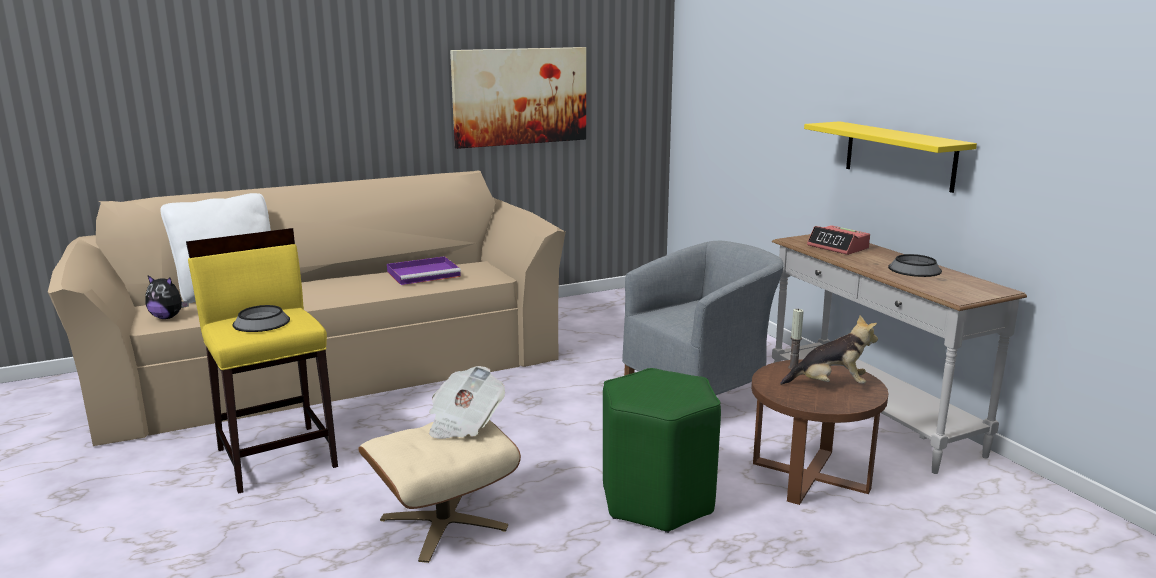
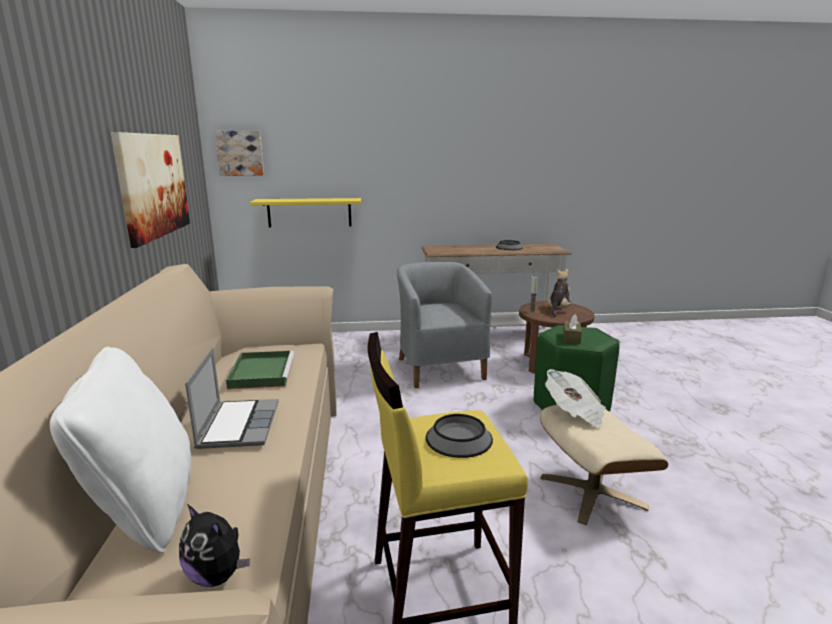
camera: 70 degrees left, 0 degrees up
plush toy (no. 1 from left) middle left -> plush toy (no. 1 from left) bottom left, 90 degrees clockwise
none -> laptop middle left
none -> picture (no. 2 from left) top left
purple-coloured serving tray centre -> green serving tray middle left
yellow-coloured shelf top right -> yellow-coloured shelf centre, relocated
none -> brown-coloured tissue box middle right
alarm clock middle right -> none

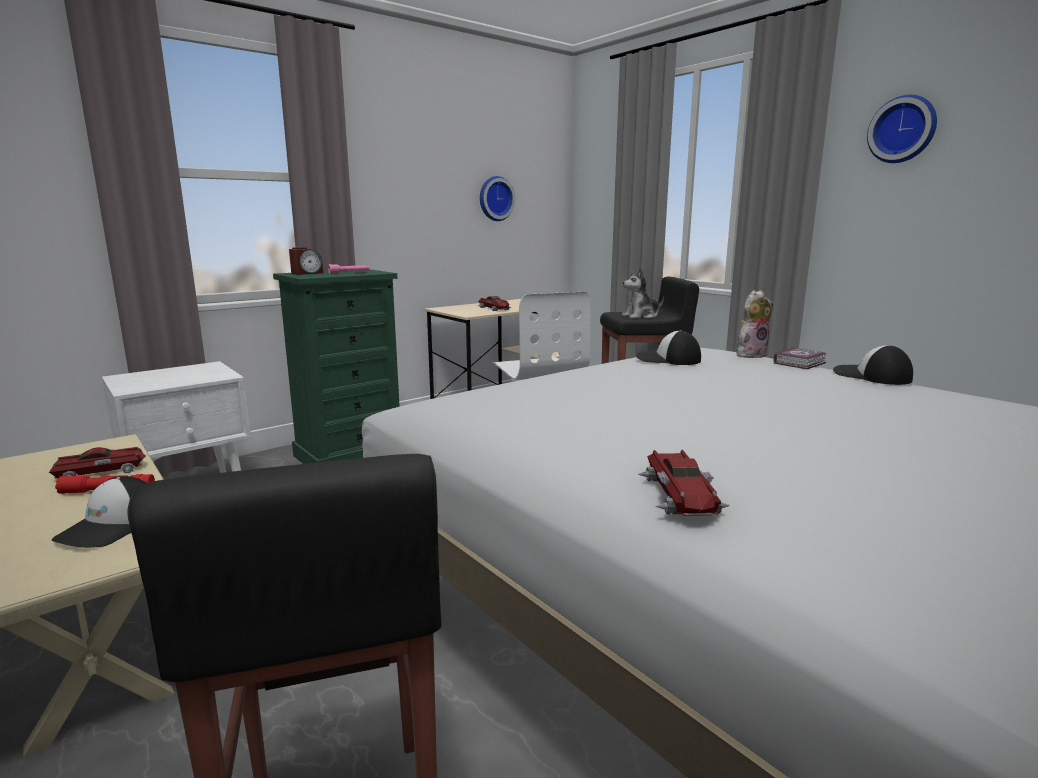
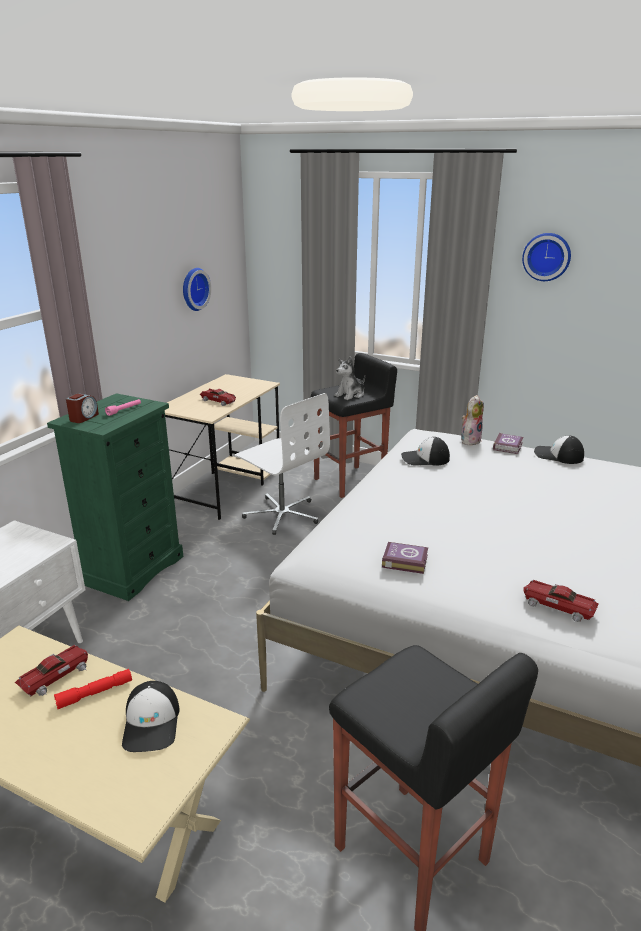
camera: 25 degrees left, 10 degrees up
none -> volume (no. 1 from left) centre
miniature car (no. 3 from left) centre -> miniature car (no. 3 from left) middle right, 150 degrees clockwise

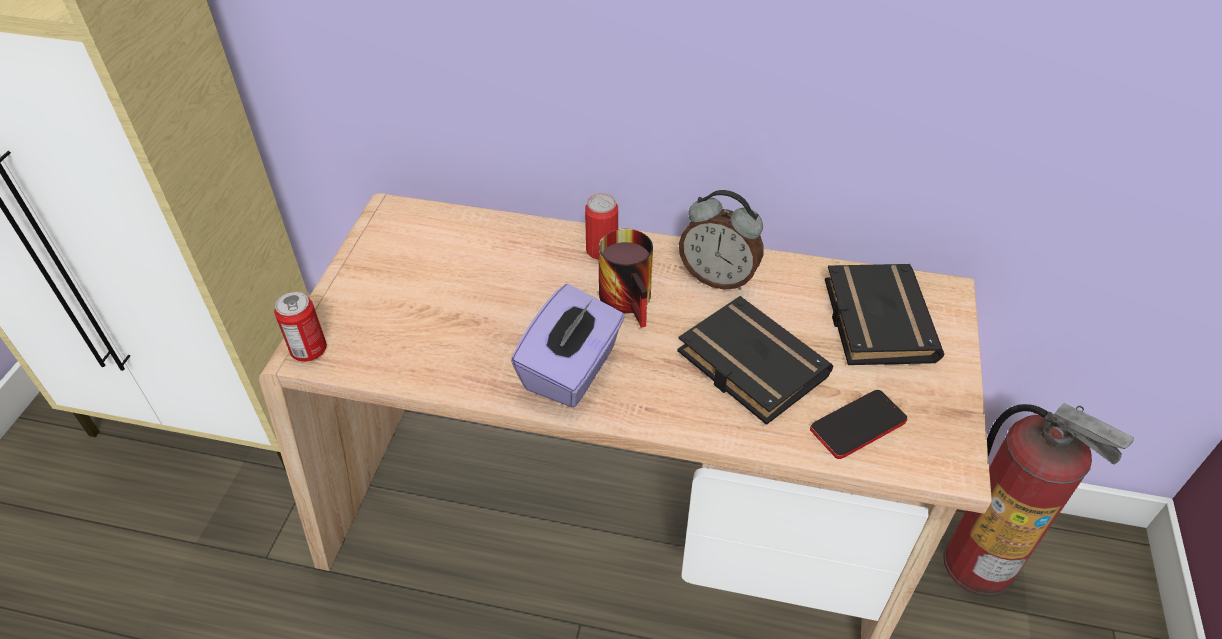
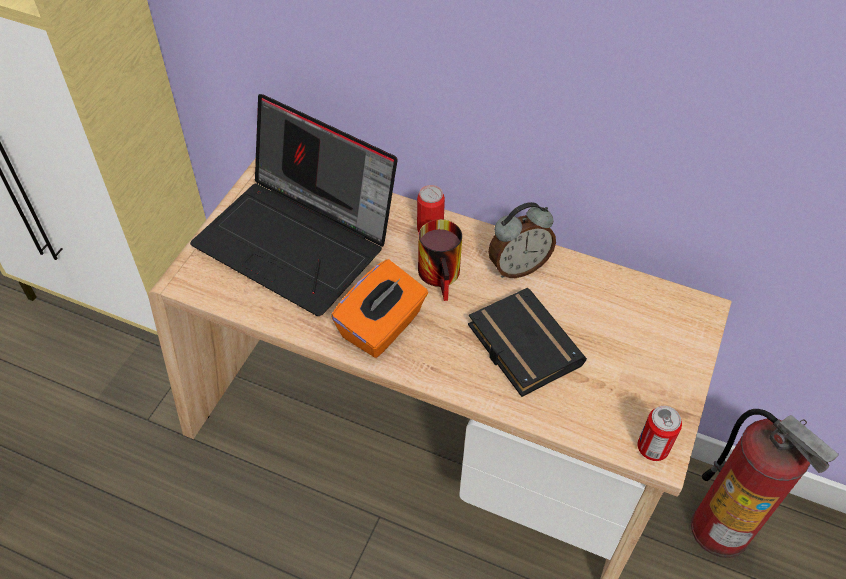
camera: 10 degrees right, 5 degrees up
none -> laptop centre
purple-coloured tissue box centre -> orange-coloured tissue box centre
alarm clock centre, 60 degrees counterclockwise
can (no. 1 from left in the first image) middle left -> can (no. 2 from left) bottom right, relocated
phone middle right -> none
blackish volume (no. 2 from left) middle right -> none

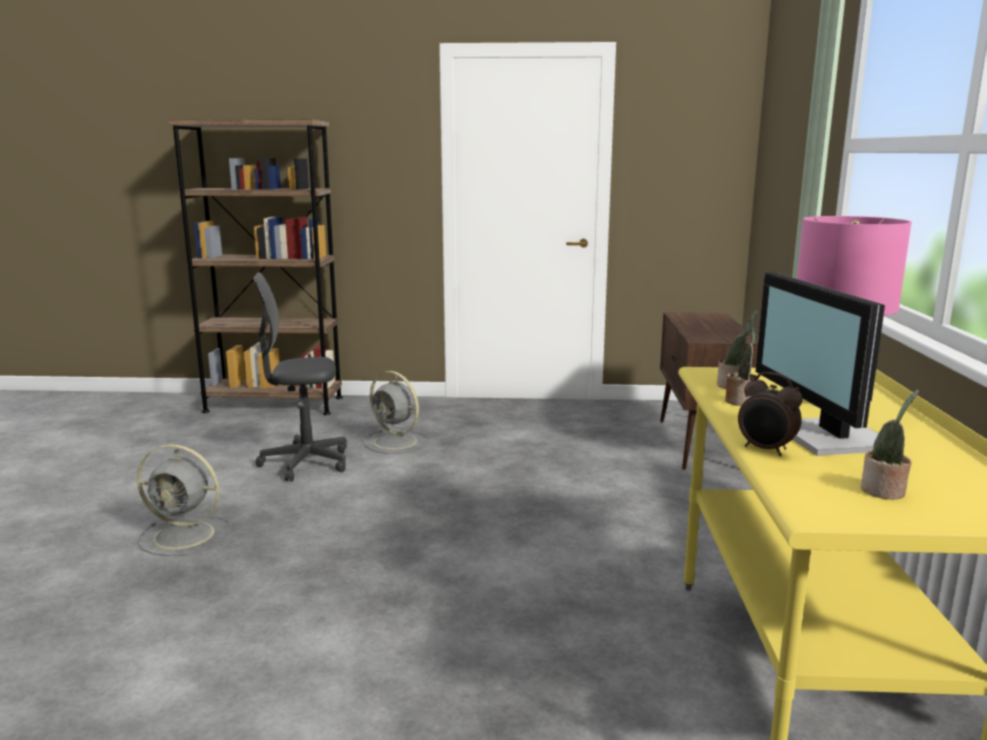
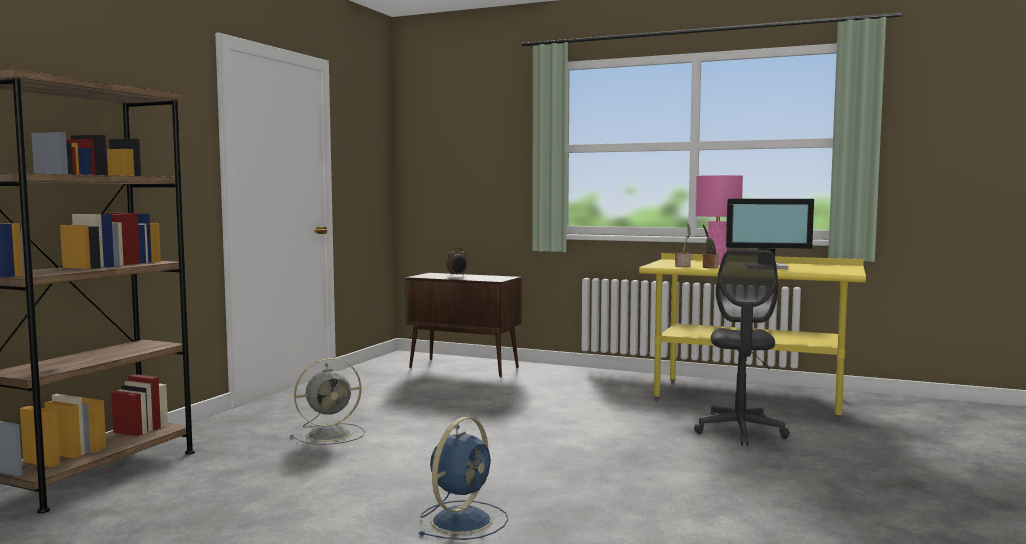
camera: 70 degrees left, 10 degrees down
greyish fan (no. 1 from left) bottom left -> blue-coloured fan bottom centre
alarm clock middle right -> alarm clock centre, relocated
greyish office chair middle left -> greyish office chair middle right, relocated
potted plant (no. 3 from left) middle right -> none

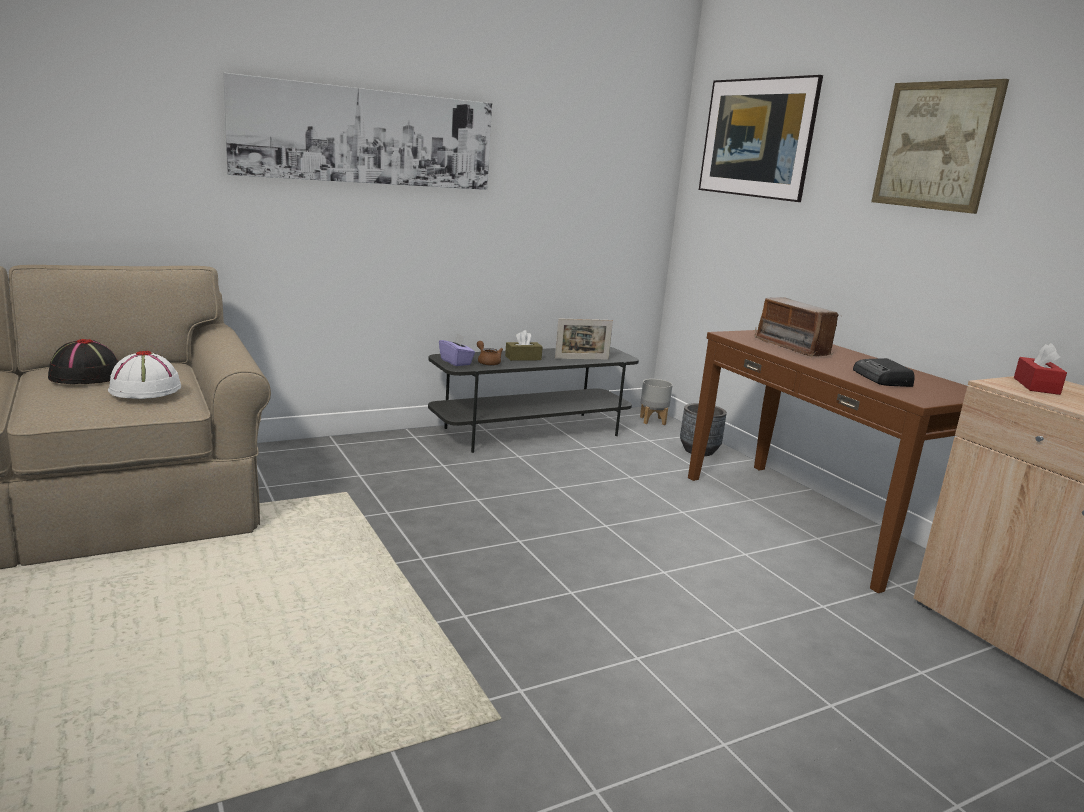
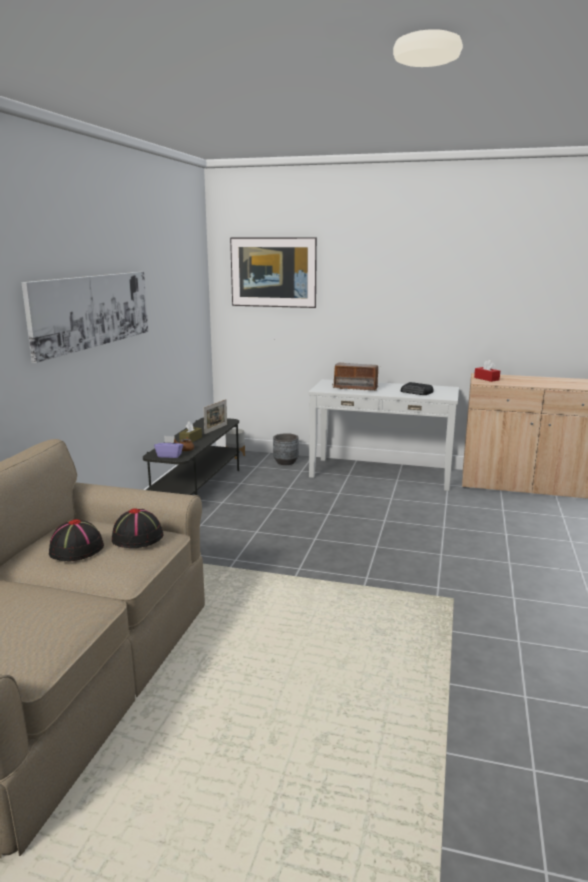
camera: 45 degrees left, 0 degrees up
white-coloured clothing hat middle left -> blackish clothing hat (no. 2 from left) middle left
brown-coloured console table middle right -> white-coloured console table centre
picture (no. 3 from left) top right -> none

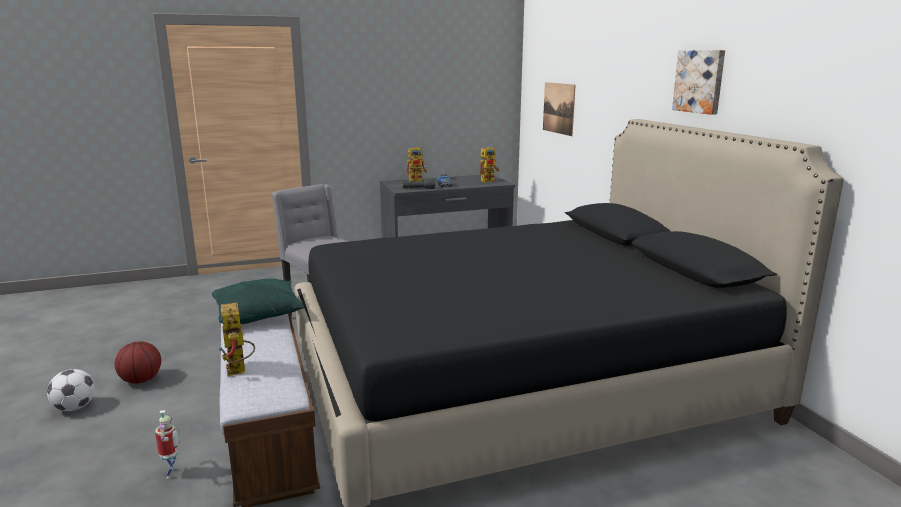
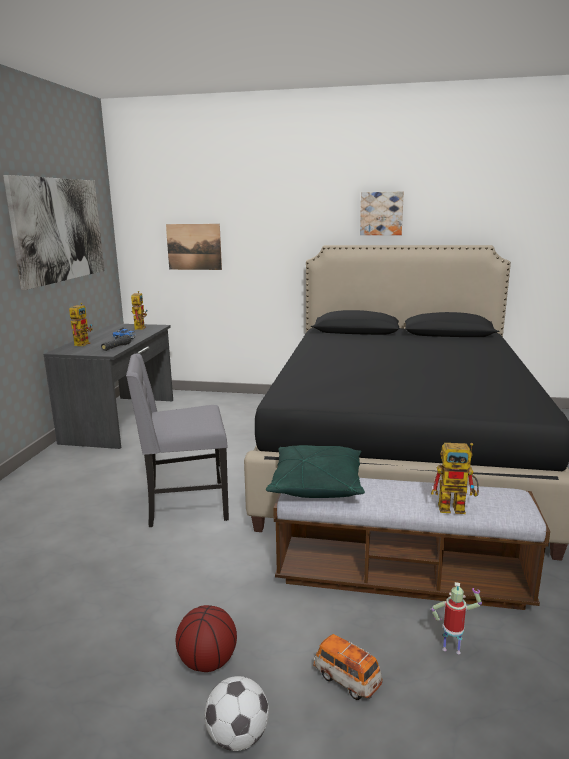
camera: 60 degrees left, 0 degrees up
none -> picture (no. 1 from left) top left
none -> miniature car bottom centre

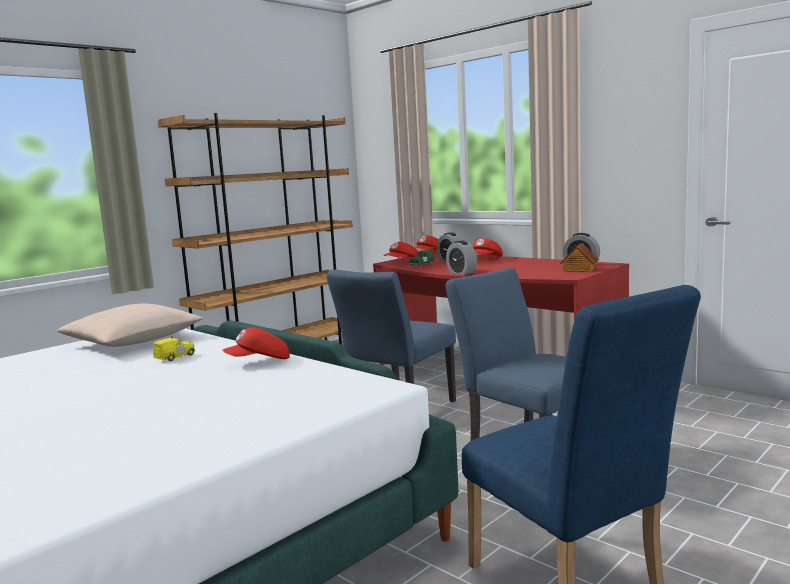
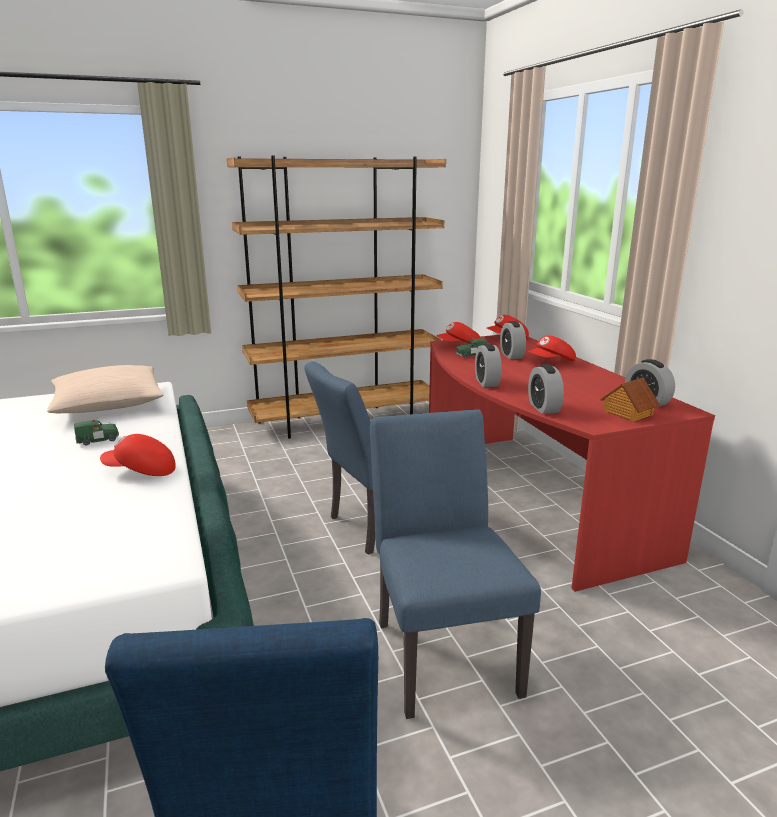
camera: 25 degrees right, 10 degrees up
yellow-coloured miniature car middle left -> green miniature car (no. 1 from left) middle left
none -> alarm clock (no. 3 from left) middle right

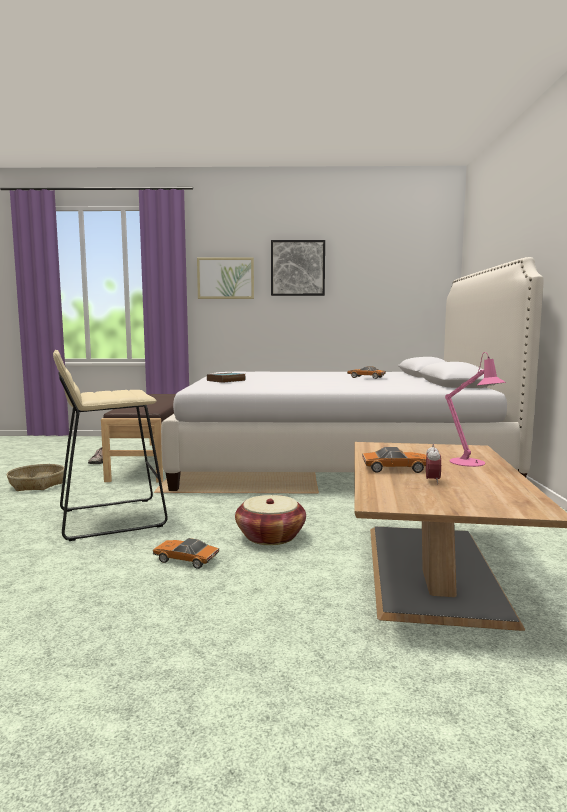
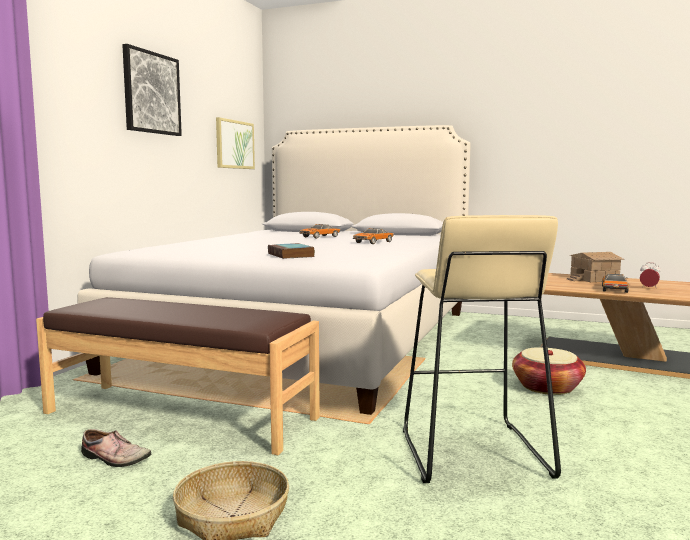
camera: 70 degrees left, 0 degrees up
picture (no. 1 from left in the first image) centre -> picture (no. 2 from left) top centre, relocated
miniature car (no. 1 from left in the first image) bottom left -> miniature car (no. 2 from left) centre, relocated
pinkish lamp for a table middle right -> model house middle right

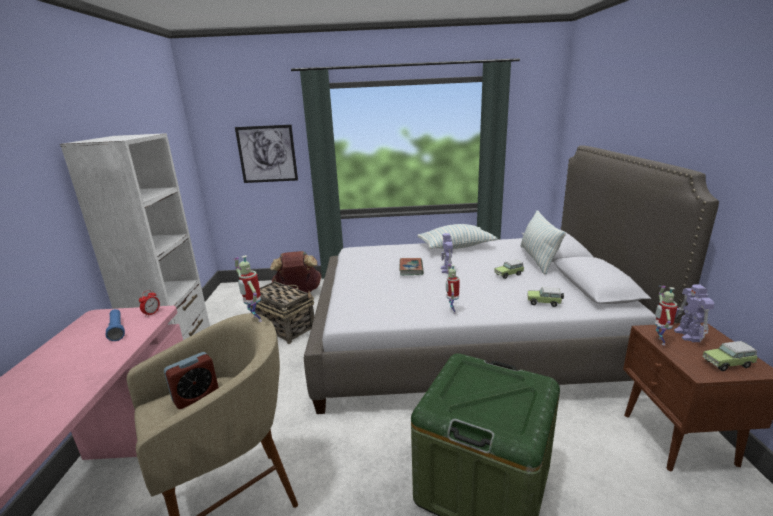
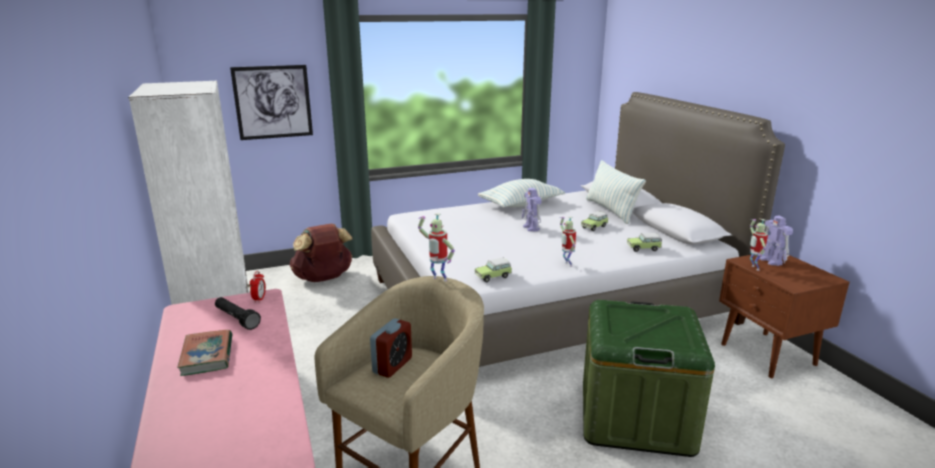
camera: 20 degrees left, 0 degrees up
volume centre -> volume bottom left, relocated
blue-coloured flashlight middle left -> blackish flashlight bottom left
miniature car (no. 3 from left in the first image) bottom right -> miniature car (no. 1 from left) centre, relocated
storage basket centre -> none

